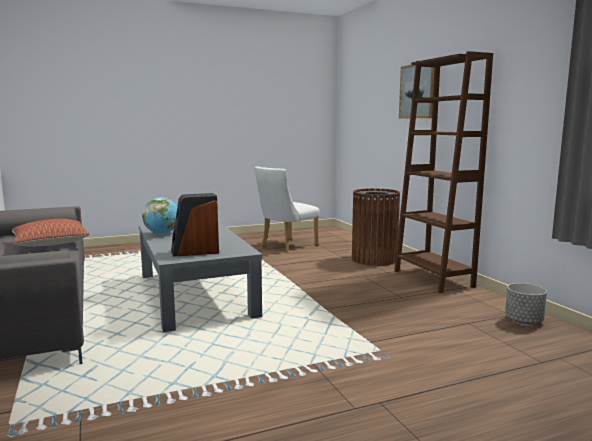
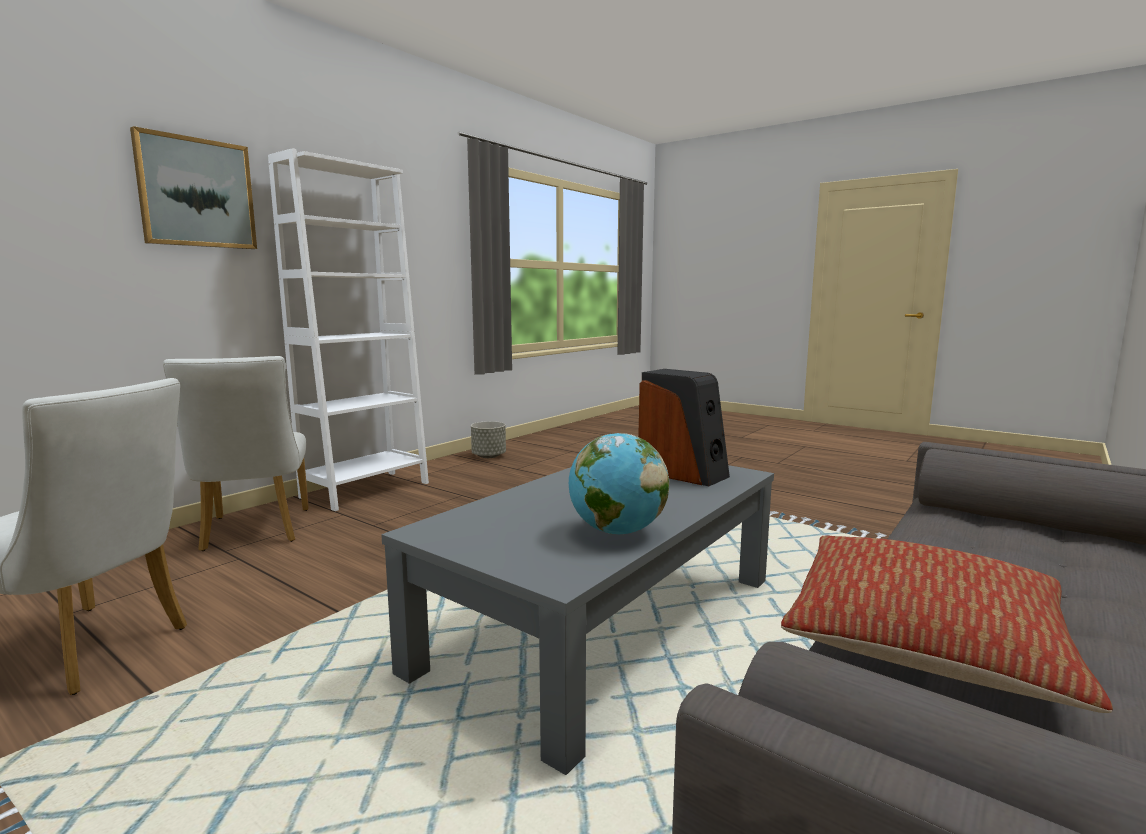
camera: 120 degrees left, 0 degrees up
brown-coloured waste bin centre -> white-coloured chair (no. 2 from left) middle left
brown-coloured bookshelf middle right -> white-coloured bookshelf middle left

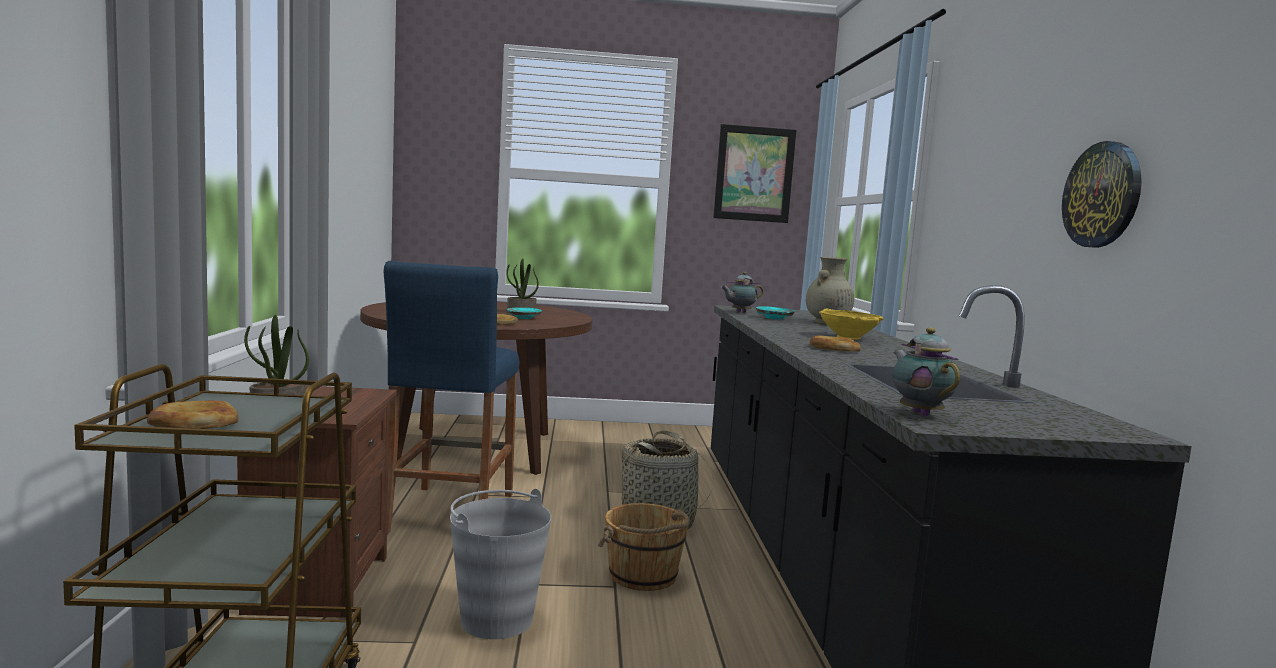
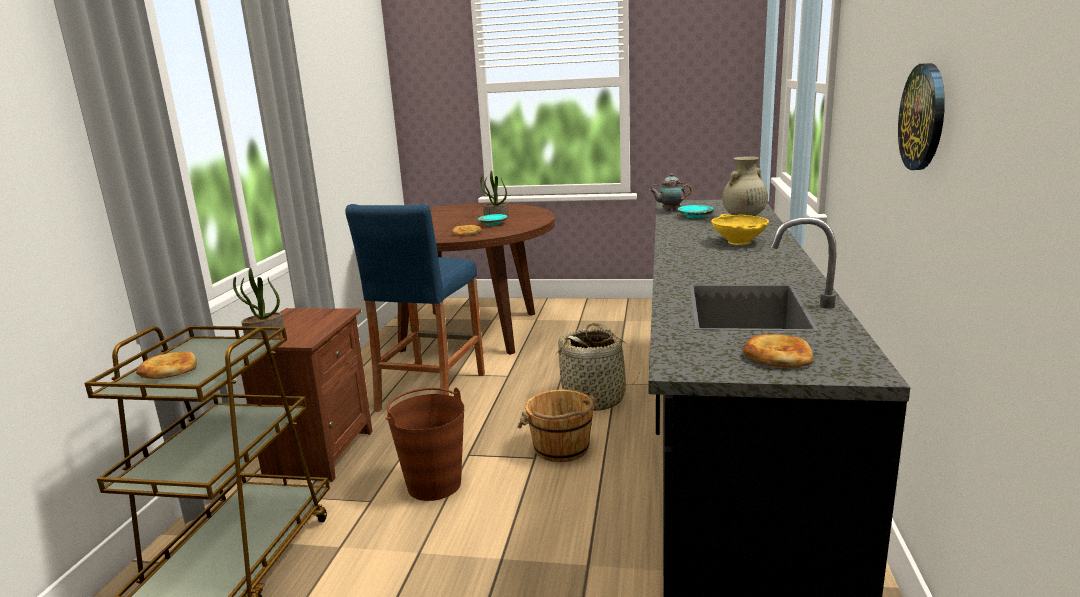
camera: 15 degrees right, 10 degrees up
greyish pail bottom centre -> brown-coloured pail (no. 1 from left) bottom centre
bakery bread (no. 3 from left) centre -> bakery bread (no. 3 from left) middle right, relocated
picture top centre -> none
pot for tea (no. 2 from left) middle right -> none

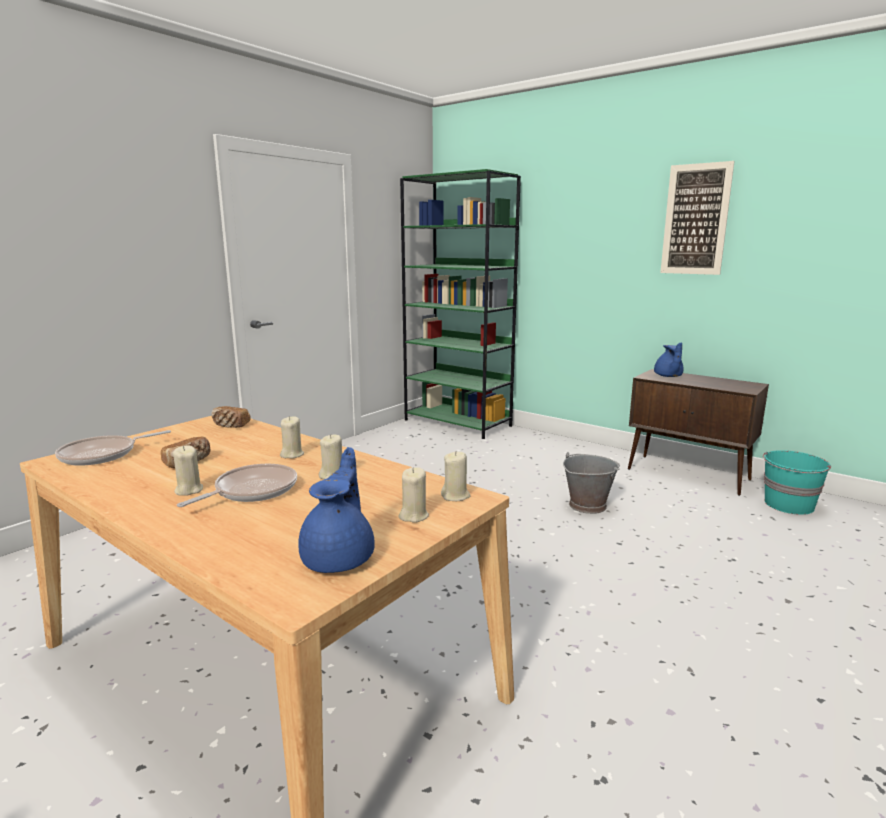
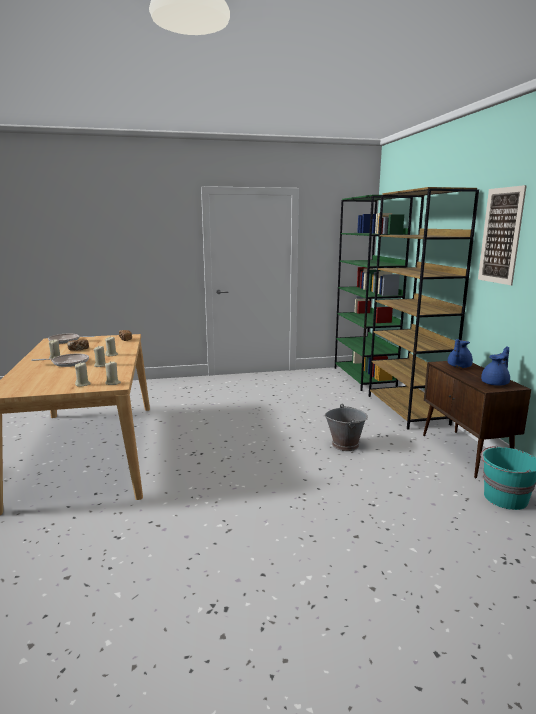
camera: 40 degrees right, 0 degrees up
none -> brown-coloured bookshelf middle right
blue-coloured pot for tea (no. 1 from left in the first image) centre -> blue-coloured pot for tea (no. 2 from left) middle right, relocated

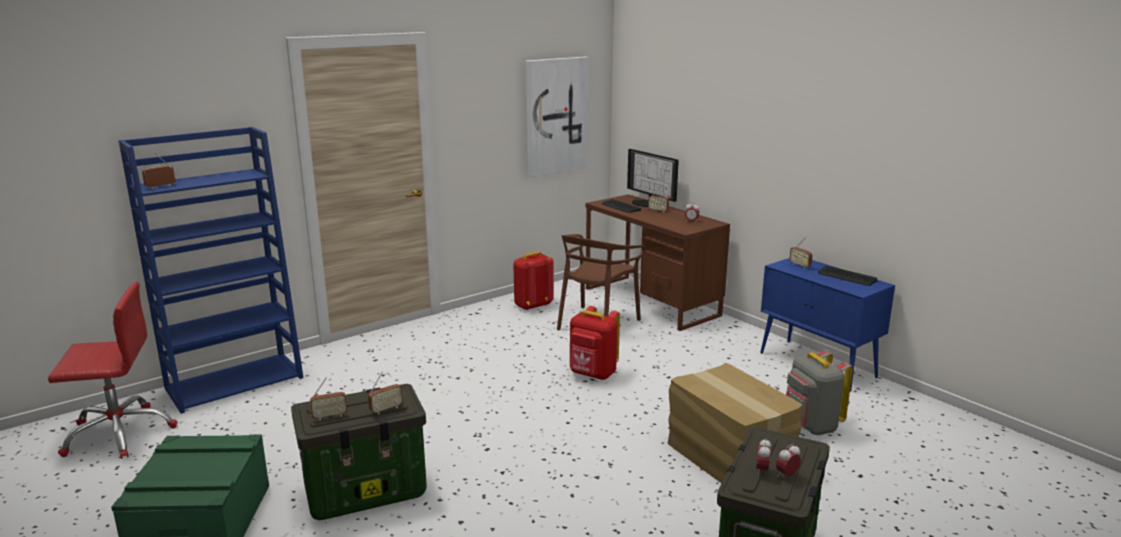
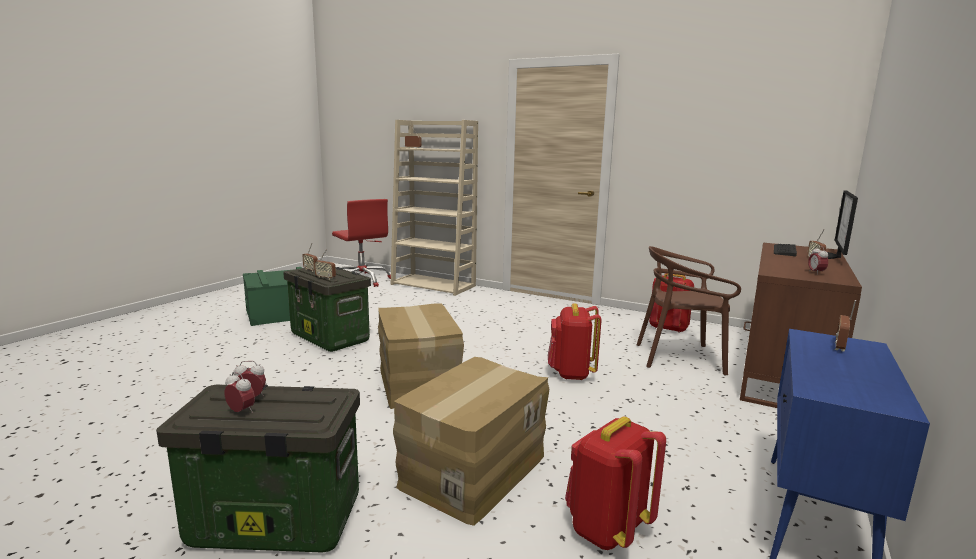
camera: 65 degrees right, 5 degrees down
none -> packing box (no. 1 from left) centre
blue-coloured bookshelf middle left -> beige bookshelf centre
greyish rucksack bottom right -> red-coloured rucksack (no. 2 from left) bottom centre
picture top centre -> none
keyboard (no. 2 from left) middle right -> none

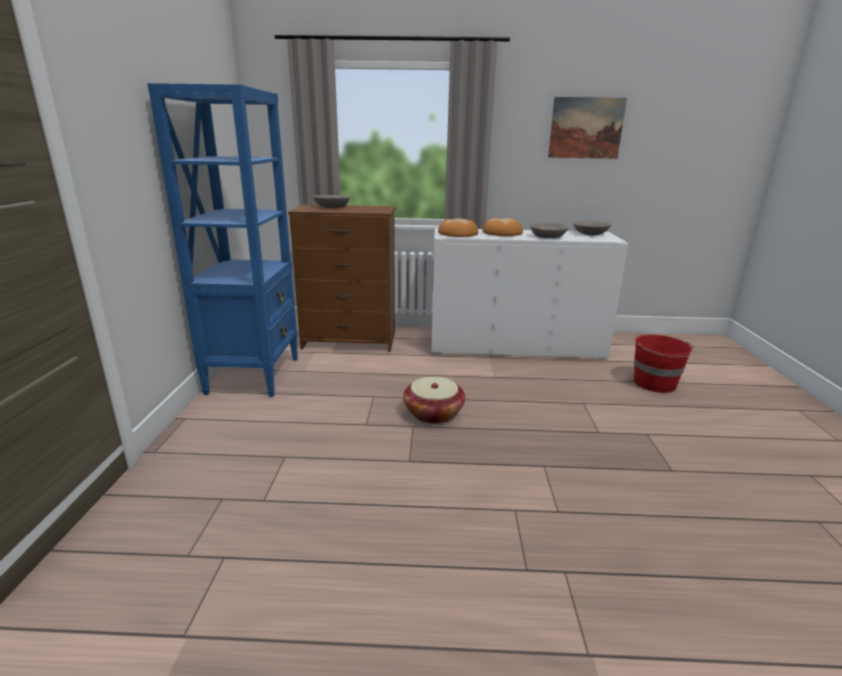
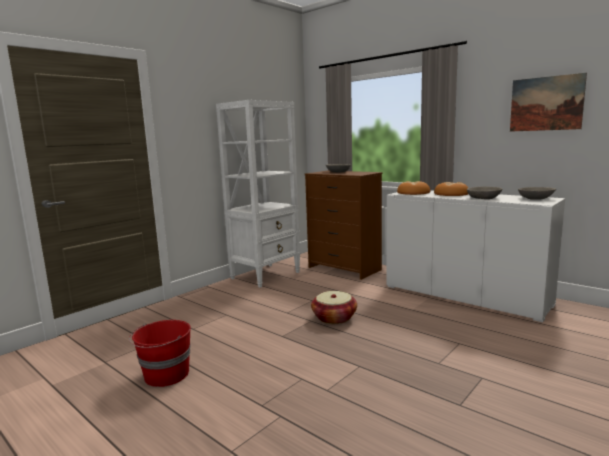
camera: 40 degrees right, 10 degrees down
red-coloured pail middle right -> red-coloured pail bottom left, relocated
blue-coloured bookshelf middle left -> white-coloured bookshelf centre

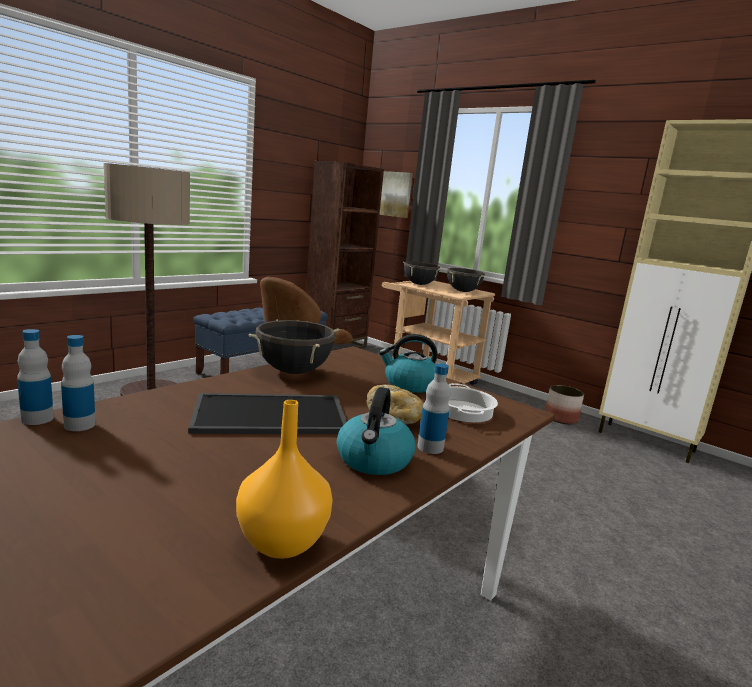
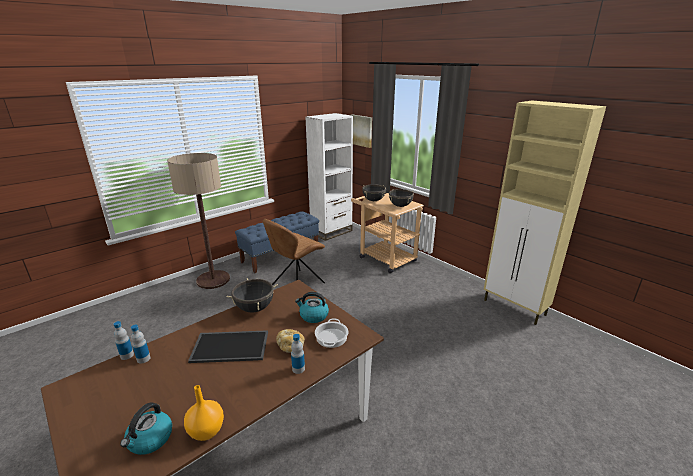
camera: 10 degrees right, 10 degrees up
water kettle (no. 1 from left) centre -> water kettle (no. 1 from left) bottom left, relocated
brown-coloured bookshelf centre -> white-coloured bookshelf centre
plant pot middle right -> none

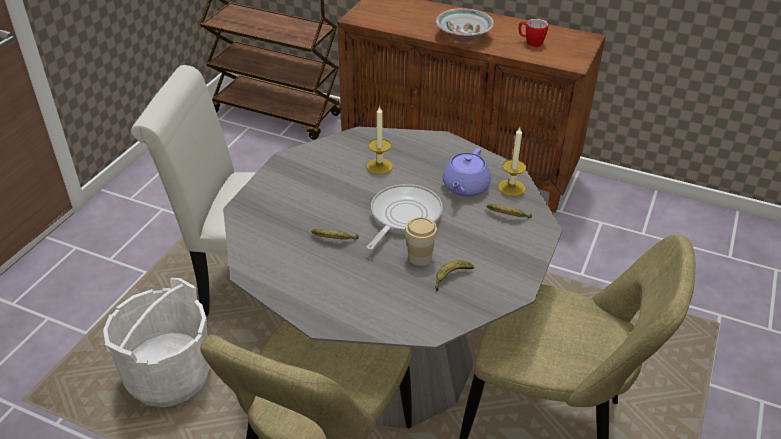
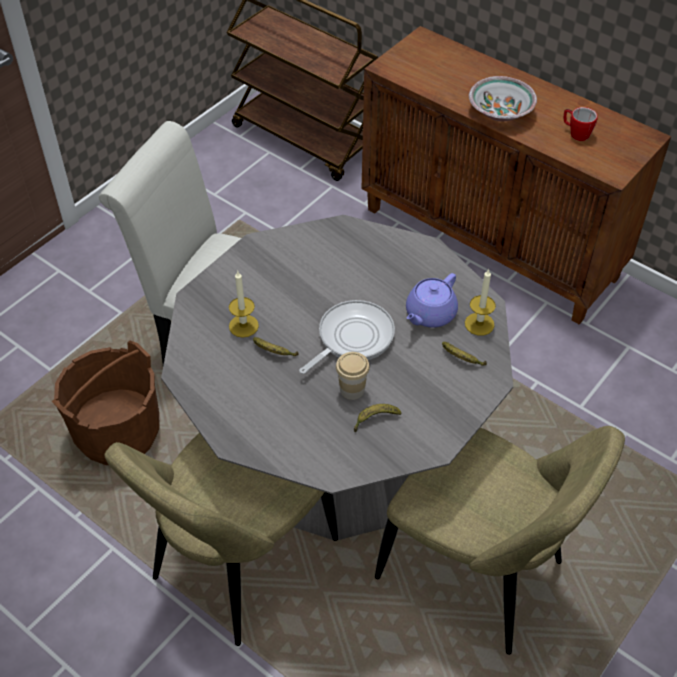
camera: 15 degrees right, 10 degrees up
white-coloured pail bottom left -> brown-coloured pail middle left
wax candle (no. 1 from left) top centre -> wax candle (no. 1 from left) centre, relocated

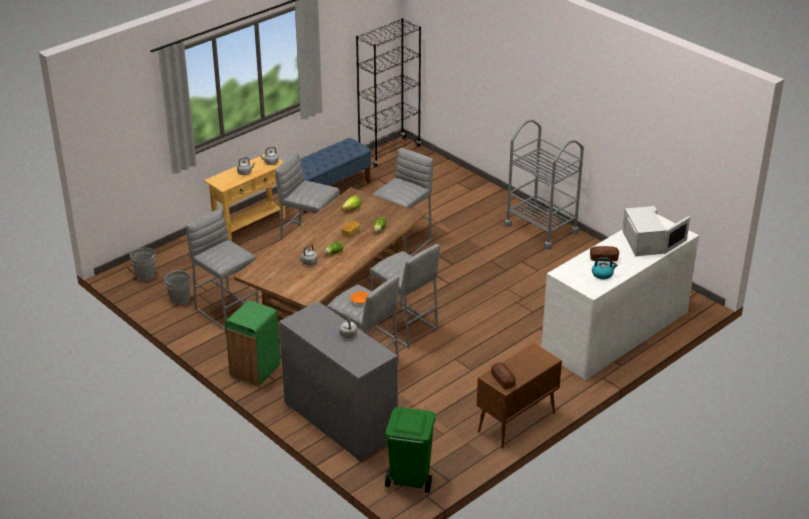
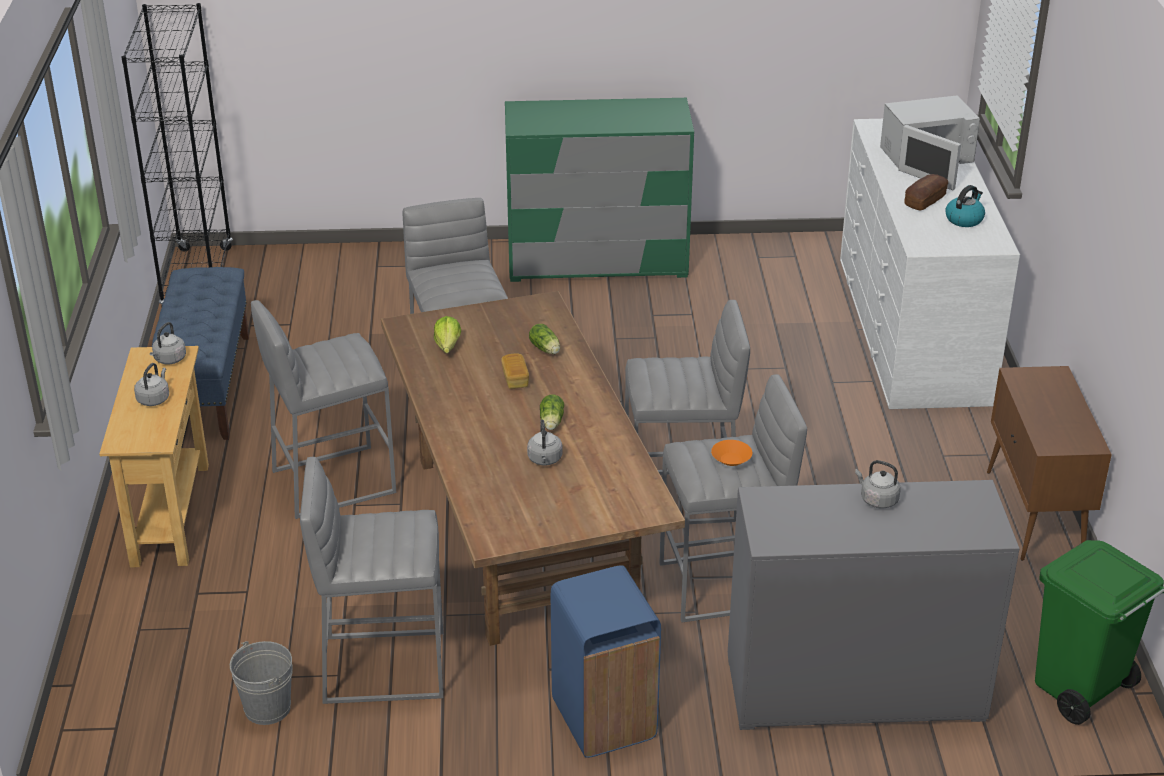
camera: 50 degrees left, 0 degrees up
greyish trolley middle right -> green chest of drawers top centre
green waste bin (no. 1 from left) middle left -> blue-coloured waste bin bottom centre
white-coloured microwave oven middle right -> white-coloured microwave oven top right, 135 degrees clockwise
greyish pail (no. 1 from left) middle left -> none
bakery bread (no. 2 from left) bottom centre -> none

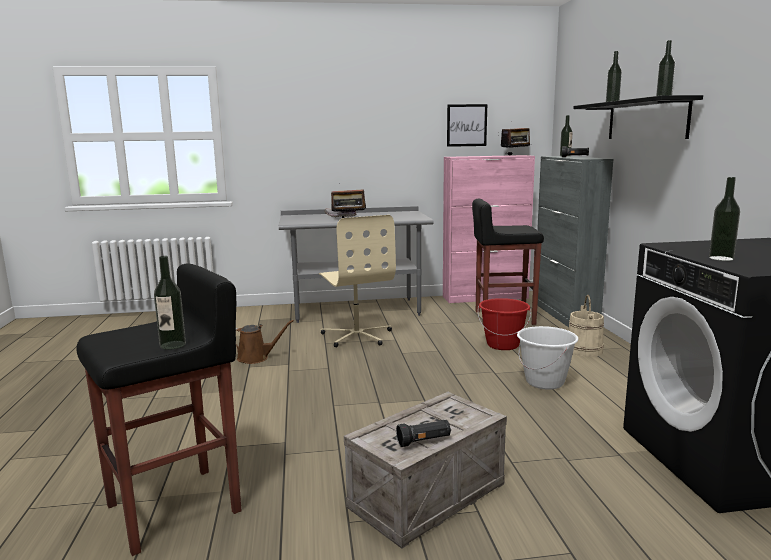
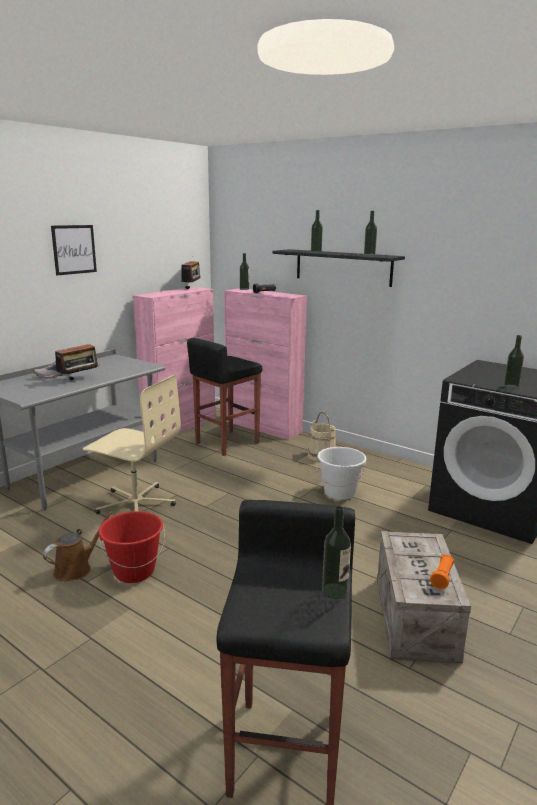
camera: 45 degrees left, 5 degrees up
picture top centre -> picture top left, relocated
red-coloured pail centre -> red-coloured pail bottom left, relocated
greyish cabinet middle right -> pinkish cabinet (no. 2 from left) centre
blackish flashlight (no. 1 from left) bottom centre -> orange-coloured flashlight bottom right

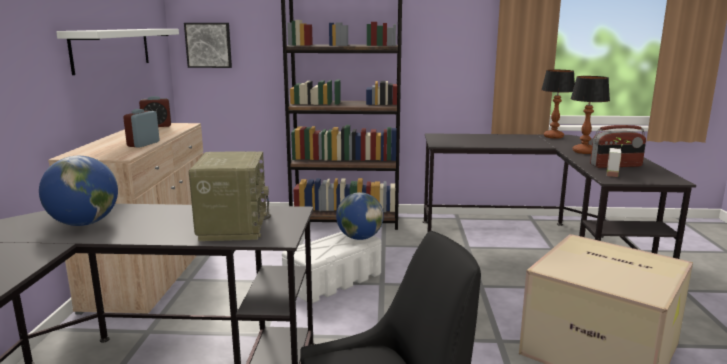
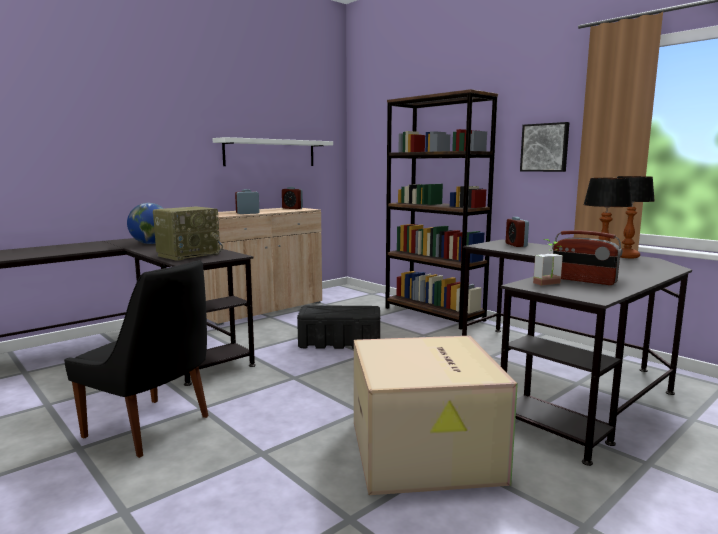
camera: 45 degrees right, 5 degrees down
white-coloured storage box bottom centre -> blackish storage box centre
none -> alarm clock (no. 3 from left) middle right
picture top left -> picture top right, relocated
globe (no. 2 from left) centre -> none

